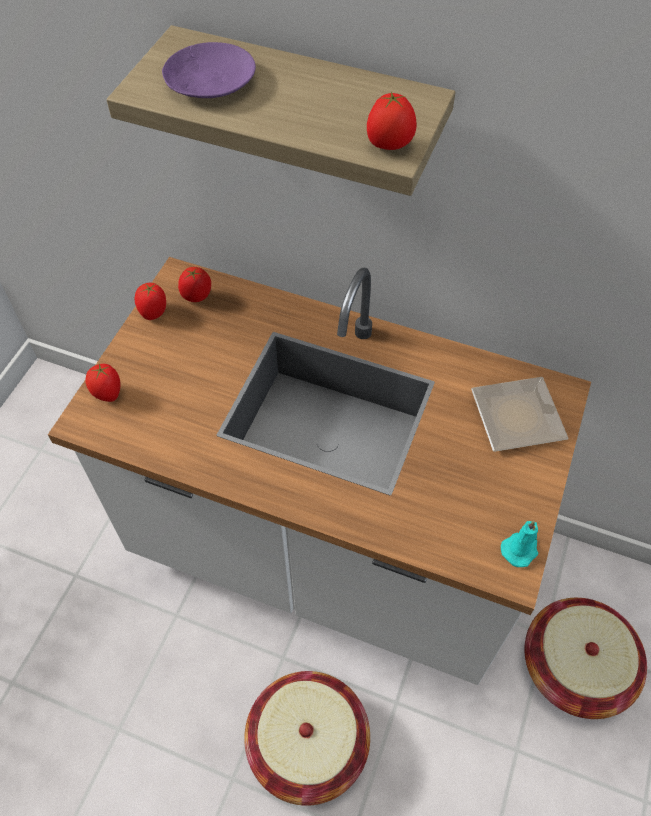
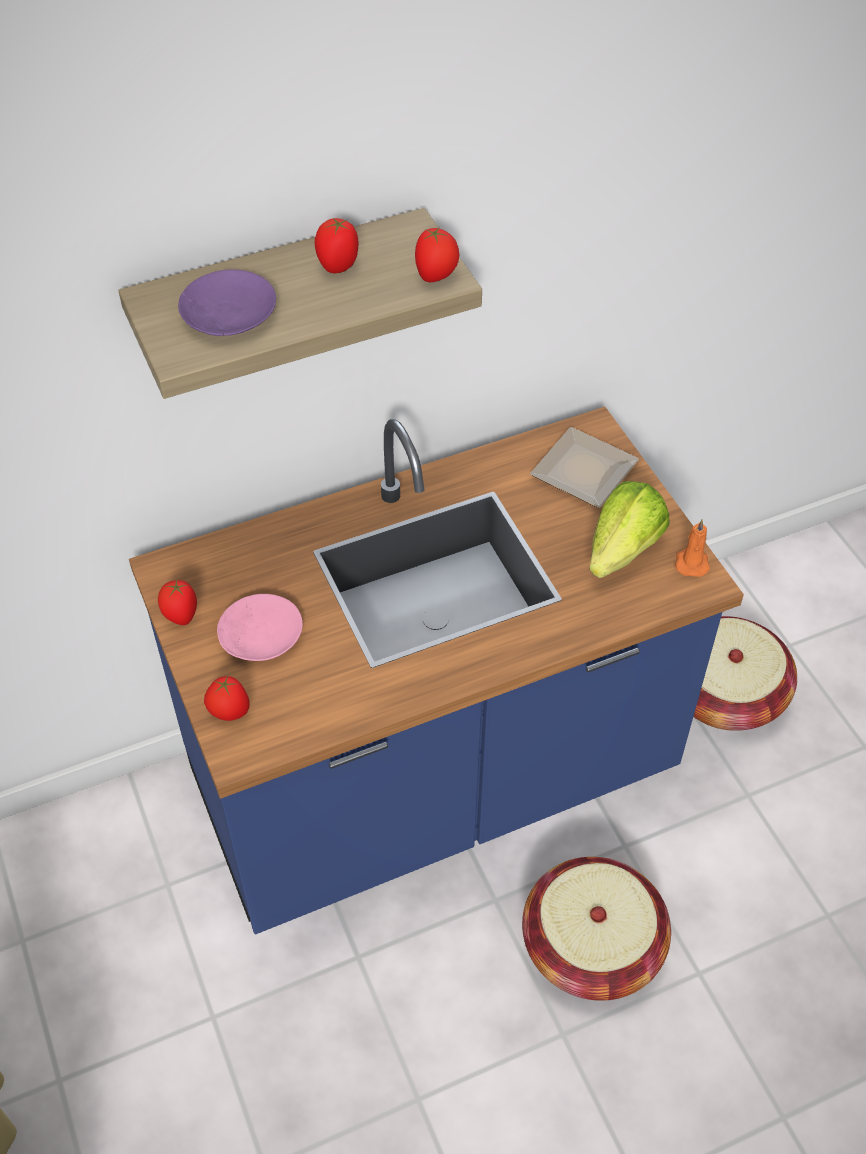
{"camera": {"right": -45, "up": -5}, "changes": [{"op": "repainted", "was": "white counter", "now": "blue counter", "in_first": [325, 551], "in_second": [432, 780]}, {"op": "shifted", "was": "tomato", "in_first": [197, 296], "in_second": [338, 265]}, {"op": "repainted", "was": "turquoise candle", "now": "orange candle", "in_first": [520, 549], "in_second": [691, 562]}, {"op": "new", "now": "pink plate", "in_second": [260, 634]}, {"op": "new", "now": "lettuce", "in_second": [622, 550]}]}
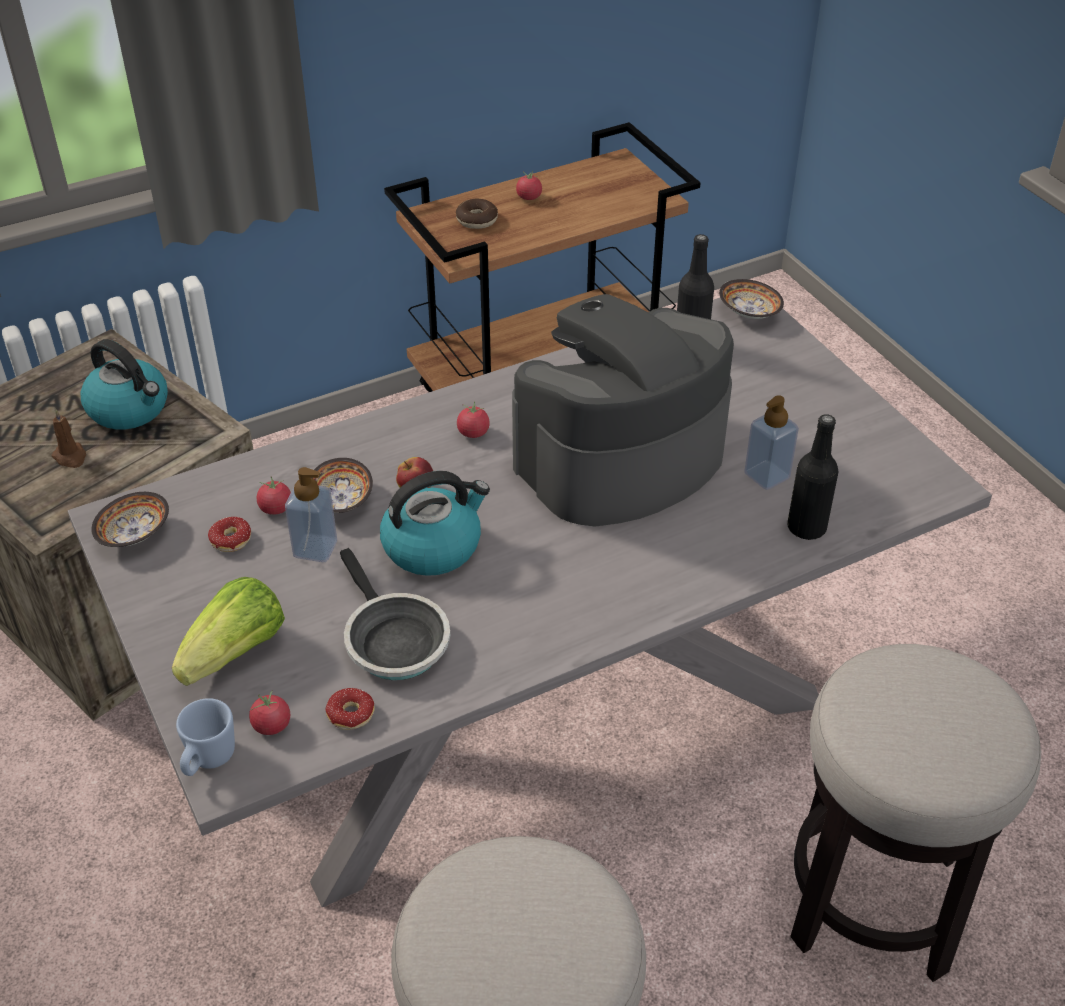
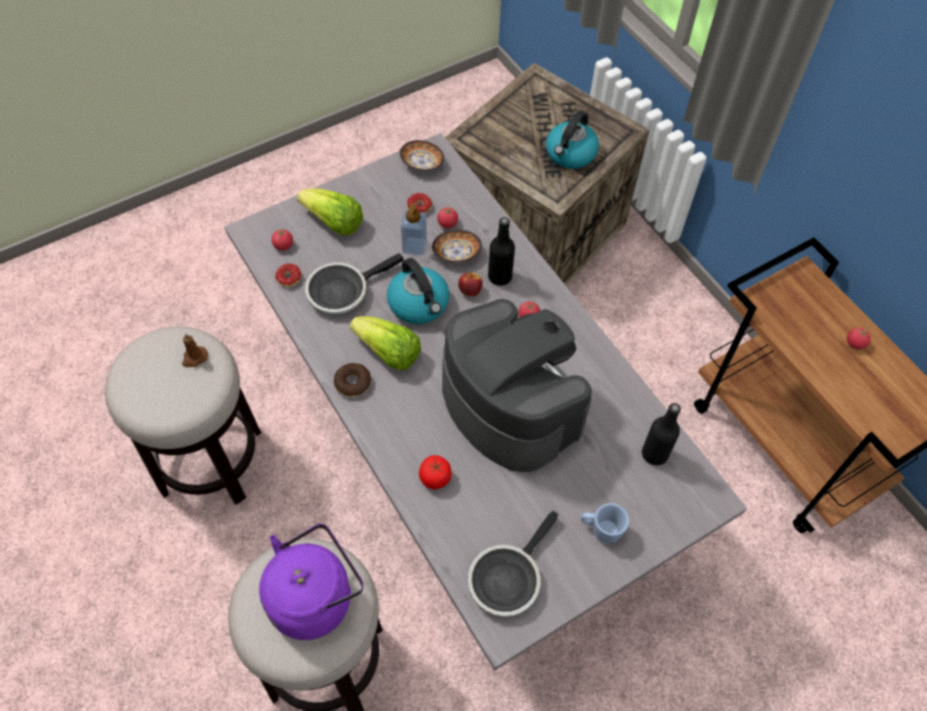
{"camera": {"right": 85, "up": 15}, "changes": [{"op": "shifted", "was": "brown candle", "in_first": [70, 457], "in_second": [194, 358]}, {"op": "shifted", "was": "blue mug", "in_first": [208, 760], "in_second": [601, 530]}, {"op": "shifted", "was": "donut", "in_first": [477, 220], "in_second": [353, 383]}, {"op": "gone", "was": "bowl", "in_first": [749, 312]}, {"op": "gone", "was": "soap dispenser", "in_first": [767, 475]}, {"op": "shifted", "was": "black bottle", "in_first": [806, 527], "in_second": [500, 277]}, {"op": "new", "now": "purple kettle", "in_second": [315, 597]}, {"op": "new", "now": "lettuce", "in_second": [388, 353]}, {"op": "new", "now": "tomato", "in_second": [435, 478]}, {"op": "new", "now": "frying pan", "in_second": [507, 578]}]}
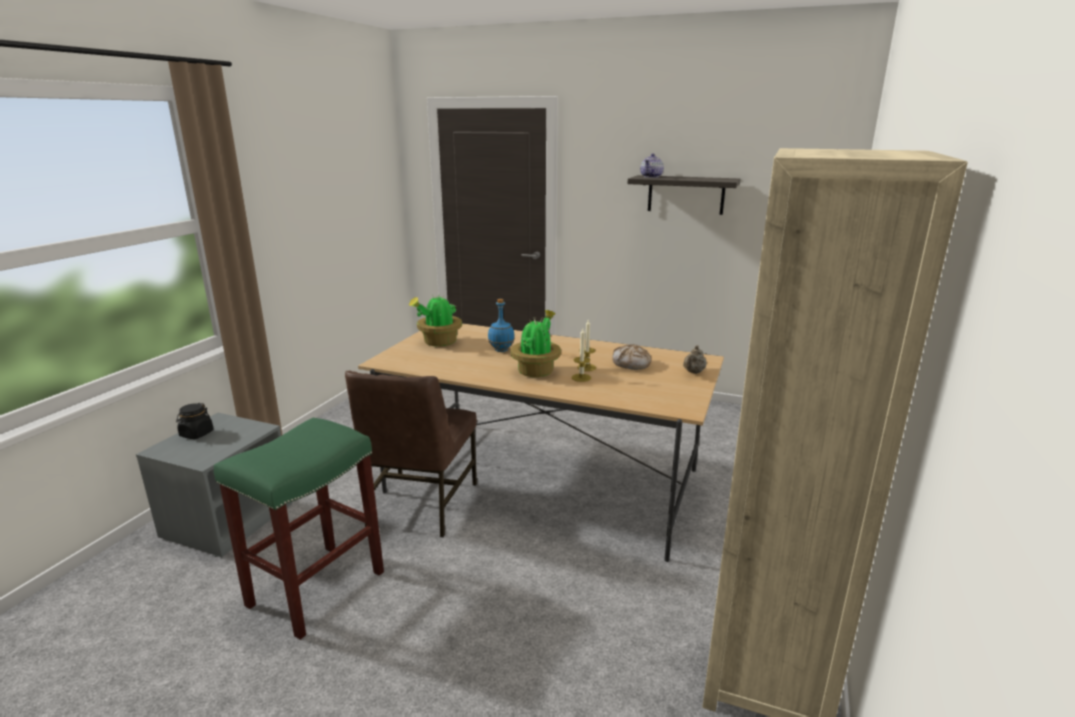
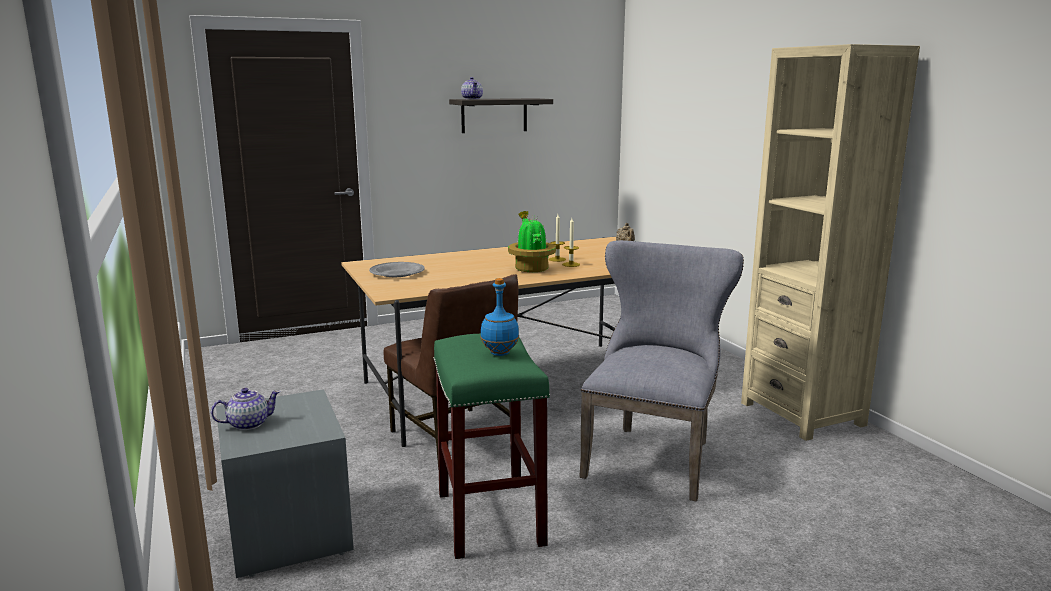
{"camera": {"right": -45, "up": -5}, "changes": [{"op": "swapped", "was": "black jar", "now": "teapot", "in_first": [196, 434], "in_second": [248, 424]}, {"op": "swapped", "was": "potted plant", "now": "grey plate", "in_first": [439, 342], "in_second": [397, 273]}, {"op": "shifted", "was": "blue bottle", "in_first": [501, 350], "in_second": [499, 353]}, {"op": "gone", "was": "bread", "in_first": [631, 364]}, {"op": "new", "now": "grey chair", "in_second": [653, 455]}]}
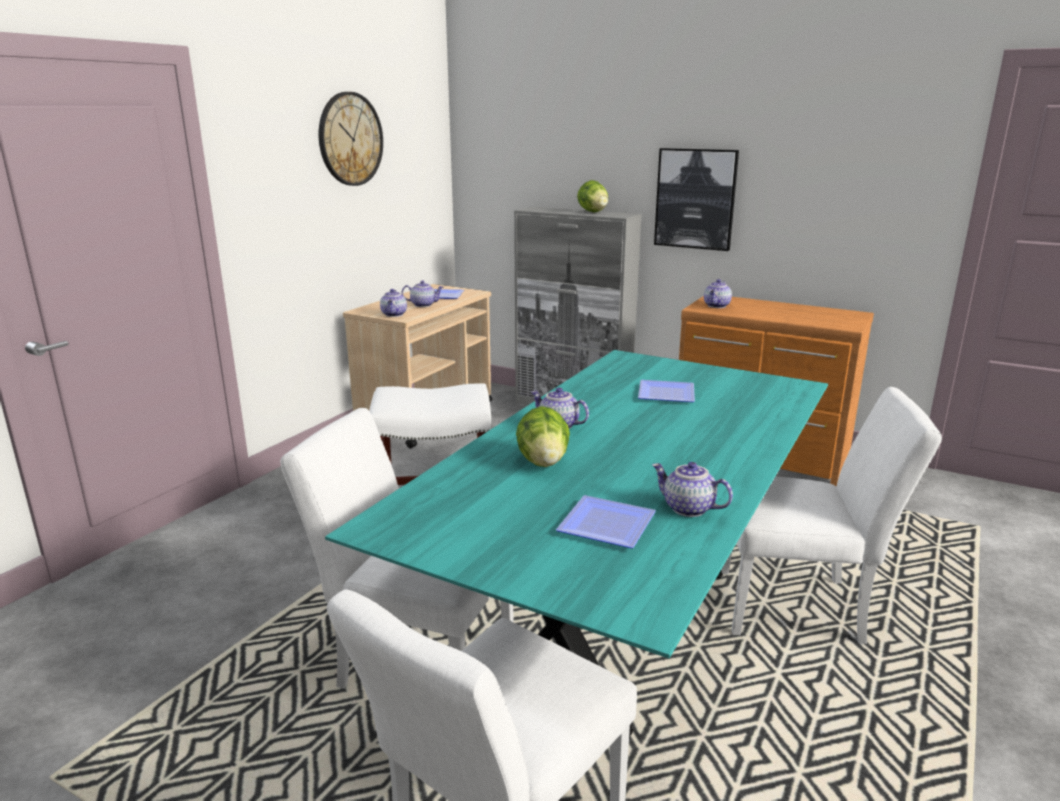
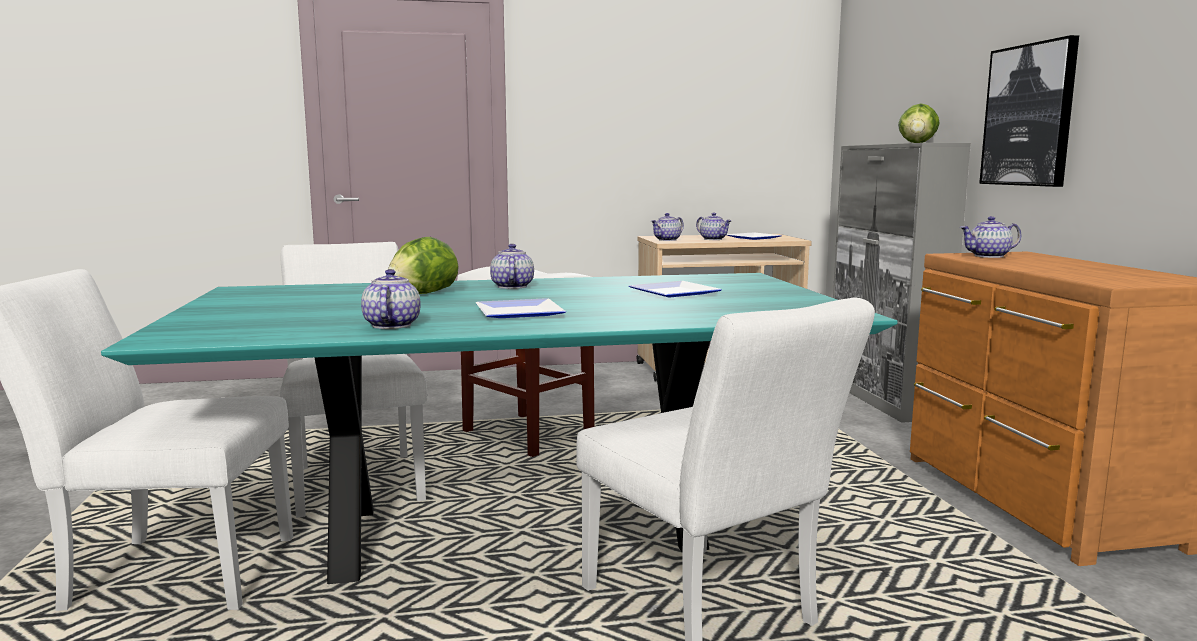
{"camera": {"right": 50, "up": -10}, "changes": [{"op": "gone", "was": "wall clock", "in_first": [350, 139]}, {"op": "shifted", "was": "plate", "in_first": [608, 527], "in_second": [517, 313]}]}
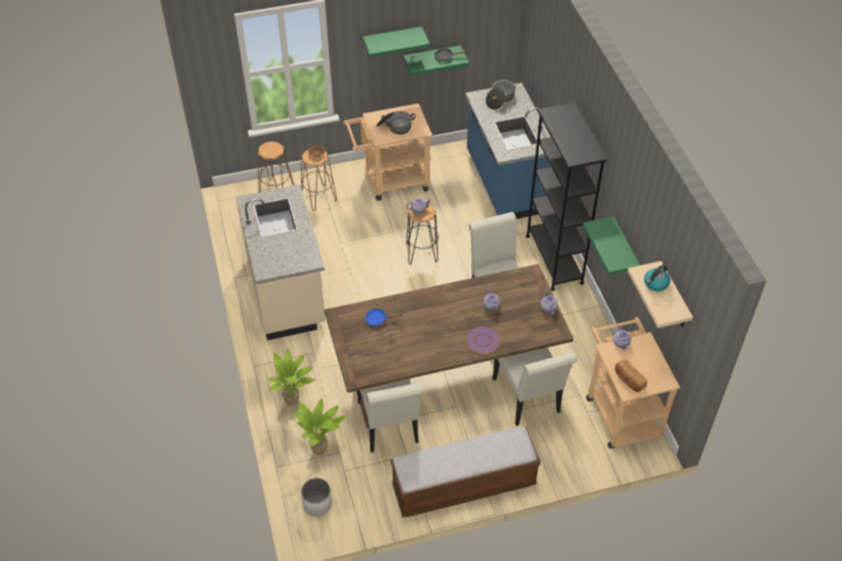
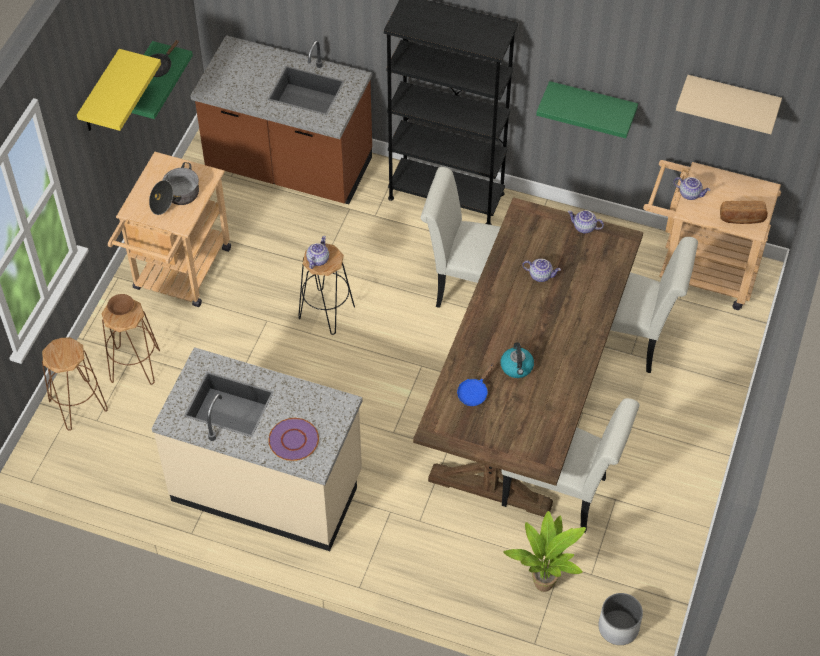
{"camera": {"right": -55, "up": 5}, "changes": [{"op": "gone", "was": "potted plant", "in_first": [294, 401]}, {"op": "repainted", "was": "green shelf", "now": "yellow shelf", "in_first": [392, 41], "in_second": [100, 94]}, {"op": "gone", "was": "bench", "in_first": [463, 486]}, {"op": "repainted", "was": "blue counter", "now": "brown counter", "in_first": [505, 183], "in_second": [289, 167]}, {"op": "shifted", "was": "purple plate", "in_first": [482, 341], "in_second": [293, 440]}, {"op": "gone", "was": "cooking pot", "in_first": [500, 99]}, {"op": "shifted", "was": "kettle", "in_first": [655, 284], "in_second": [517, 367]}]}
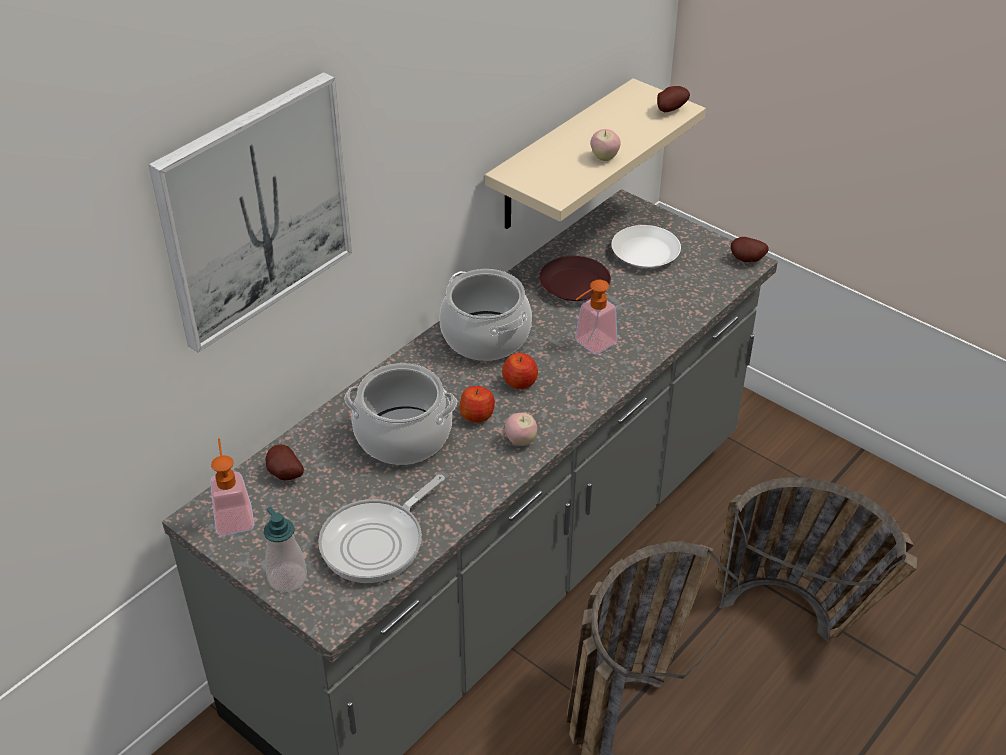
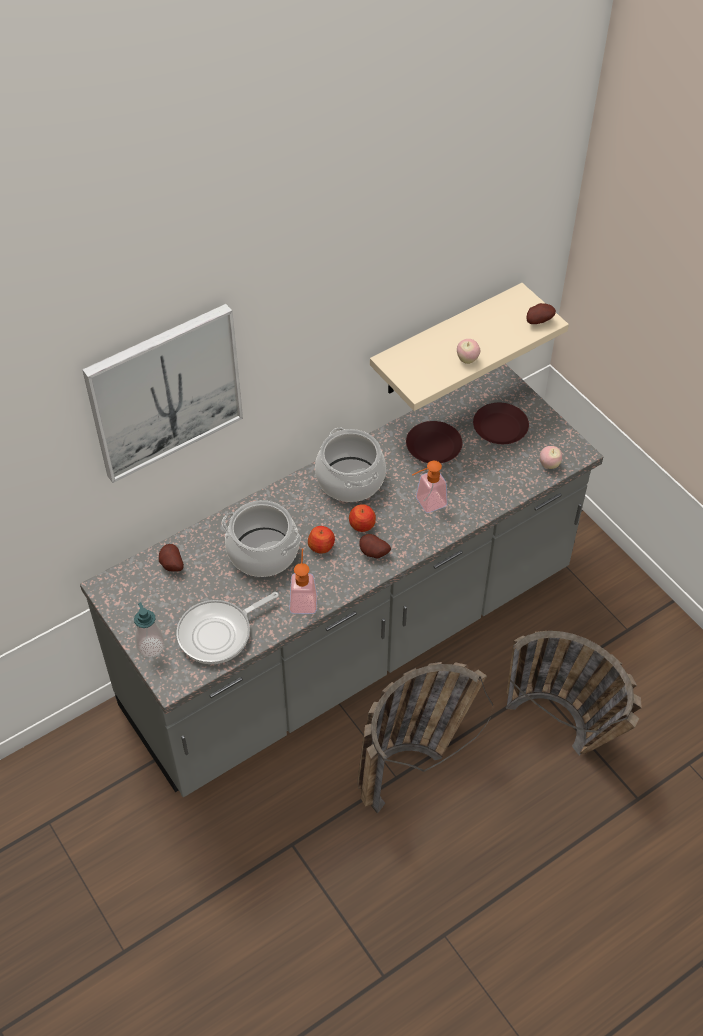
{"camera": {"right": 15, "up": 10}, "changes": [{"op": "shifted", "was": "soap dispenser", "in_first": [233, 515], "in_second": [303, 599]}, {"op": "shifted", "was": "apple", "in_first": [520, 441], "in_second": [549, 465]}, {"op": "repainted", "was": "white plate", "now": "brown plate", "in_first": [646, 253], "in_second": [500, 428]}, {"op": "shifted", "was": "potato", "in_first": [747, 260], "in_second": [373, 554]}]}
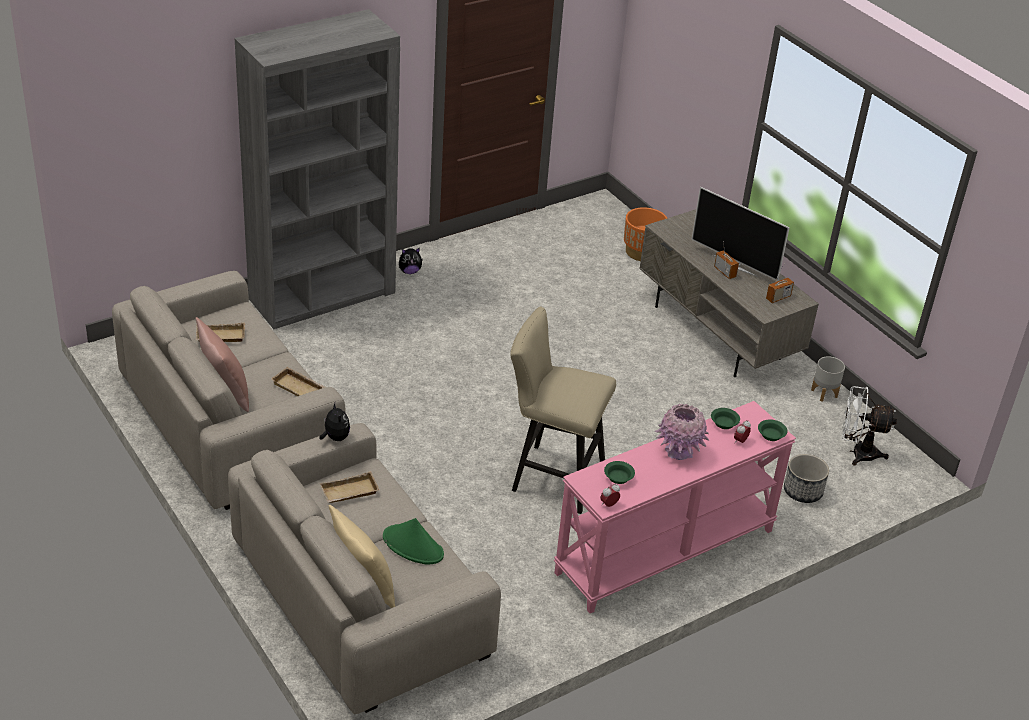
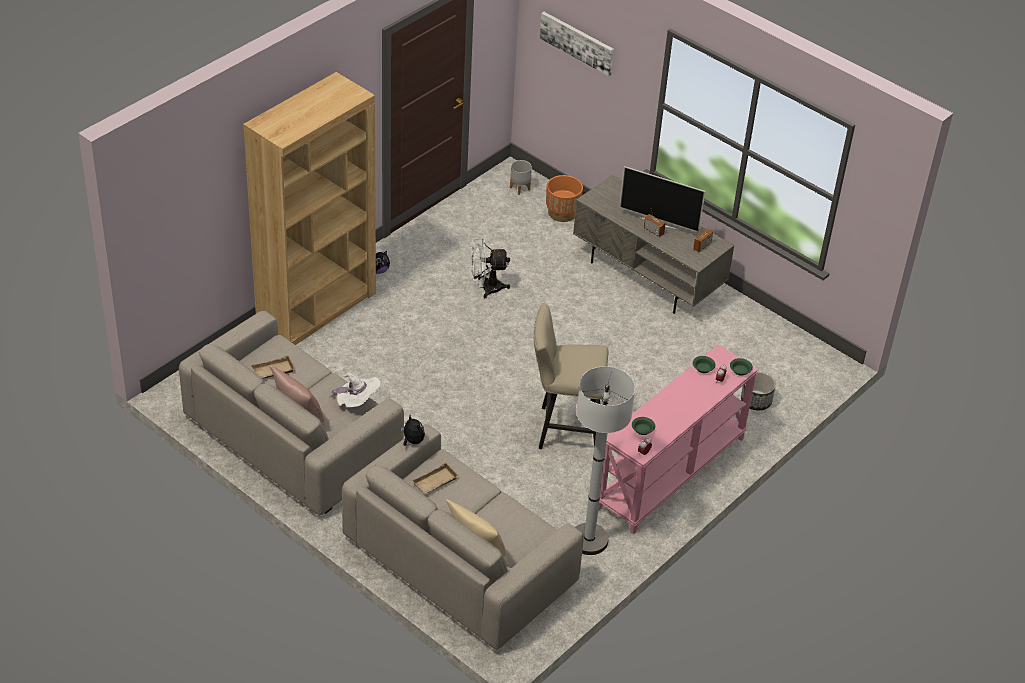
{"camera": {"right": -15, "up": 5}, "changes": [{"op": "repainted", "was": "grey bookcase", "now": "brown bookcase", "in_first": [323, 295], "in_second": [317, 308]}, {"op": "swapped", "was": "beige tray", "now": "white hat", "in_first": [299, 387], "in_second": [357, 402]}, {"op": "gone", "was": "green hat", "in_first": [413, 546]}, {"op": "gone", "was": "pink vase", "in_first": [679, 452]}, {"op": "shifted", "was": "grey planter", "in_first": [824, 393], "in_second": [520, 188]}, {"op": "shifted", "was": "white fan", "in_first": [857, 453], "in_second": [486, 288]}, {"op": "new", "now": "picture", "in_second": [577, 42]}, {"op": "new", "now": "white floor lamp", "in_second": [589, 540]}]}
